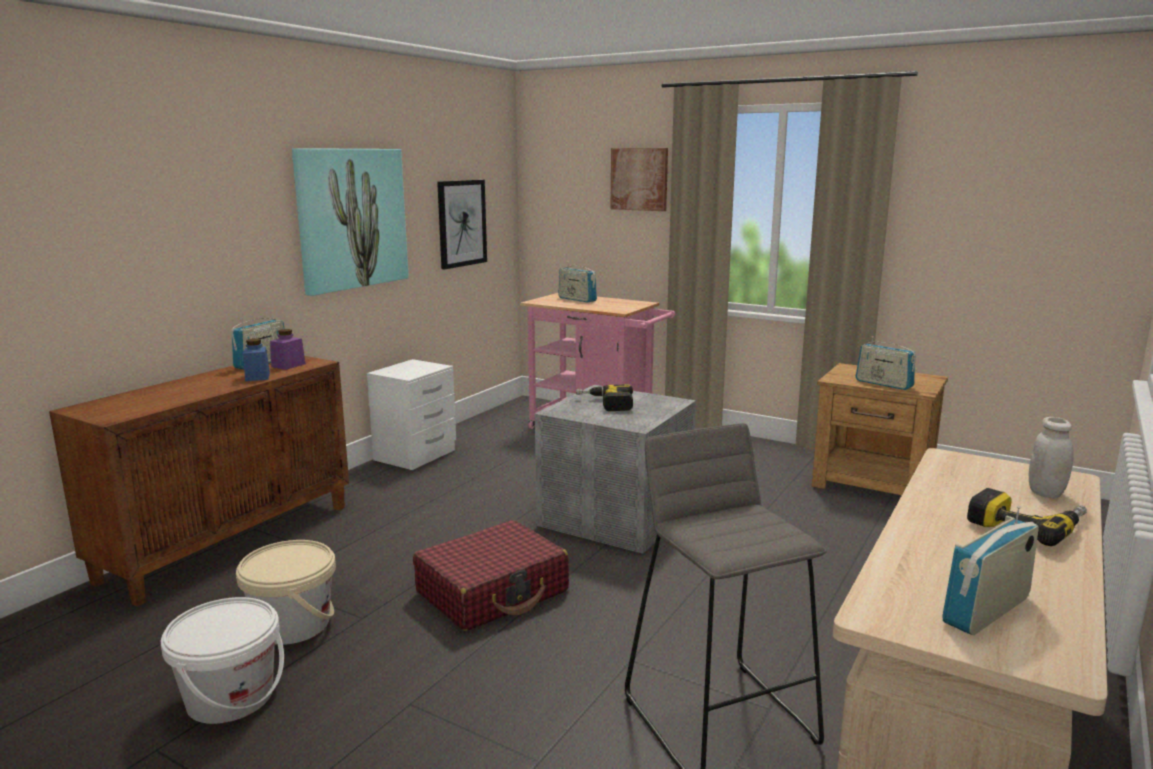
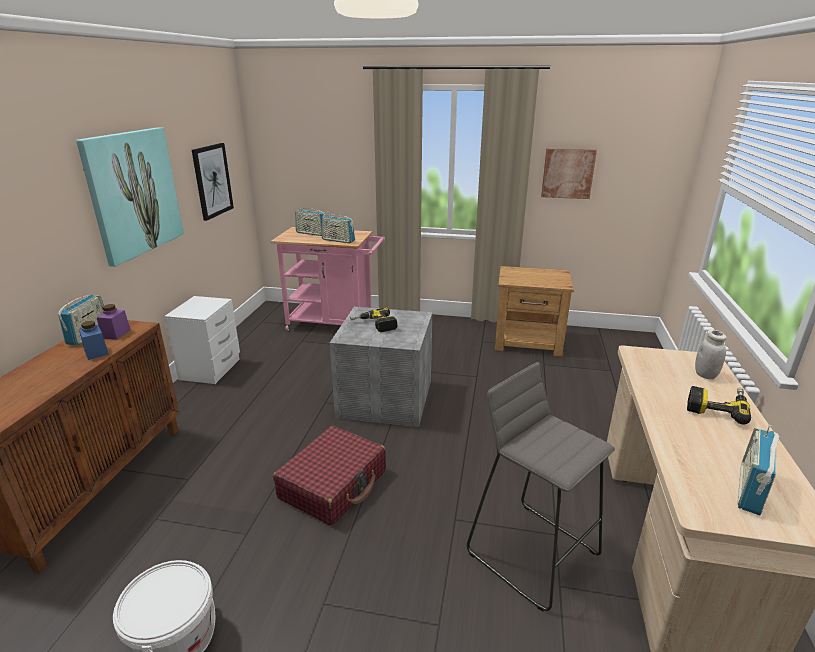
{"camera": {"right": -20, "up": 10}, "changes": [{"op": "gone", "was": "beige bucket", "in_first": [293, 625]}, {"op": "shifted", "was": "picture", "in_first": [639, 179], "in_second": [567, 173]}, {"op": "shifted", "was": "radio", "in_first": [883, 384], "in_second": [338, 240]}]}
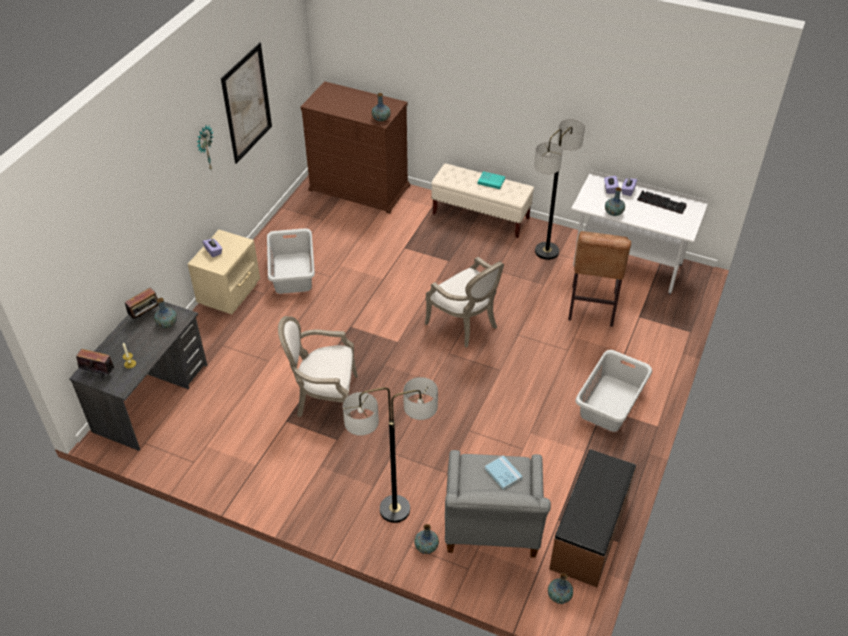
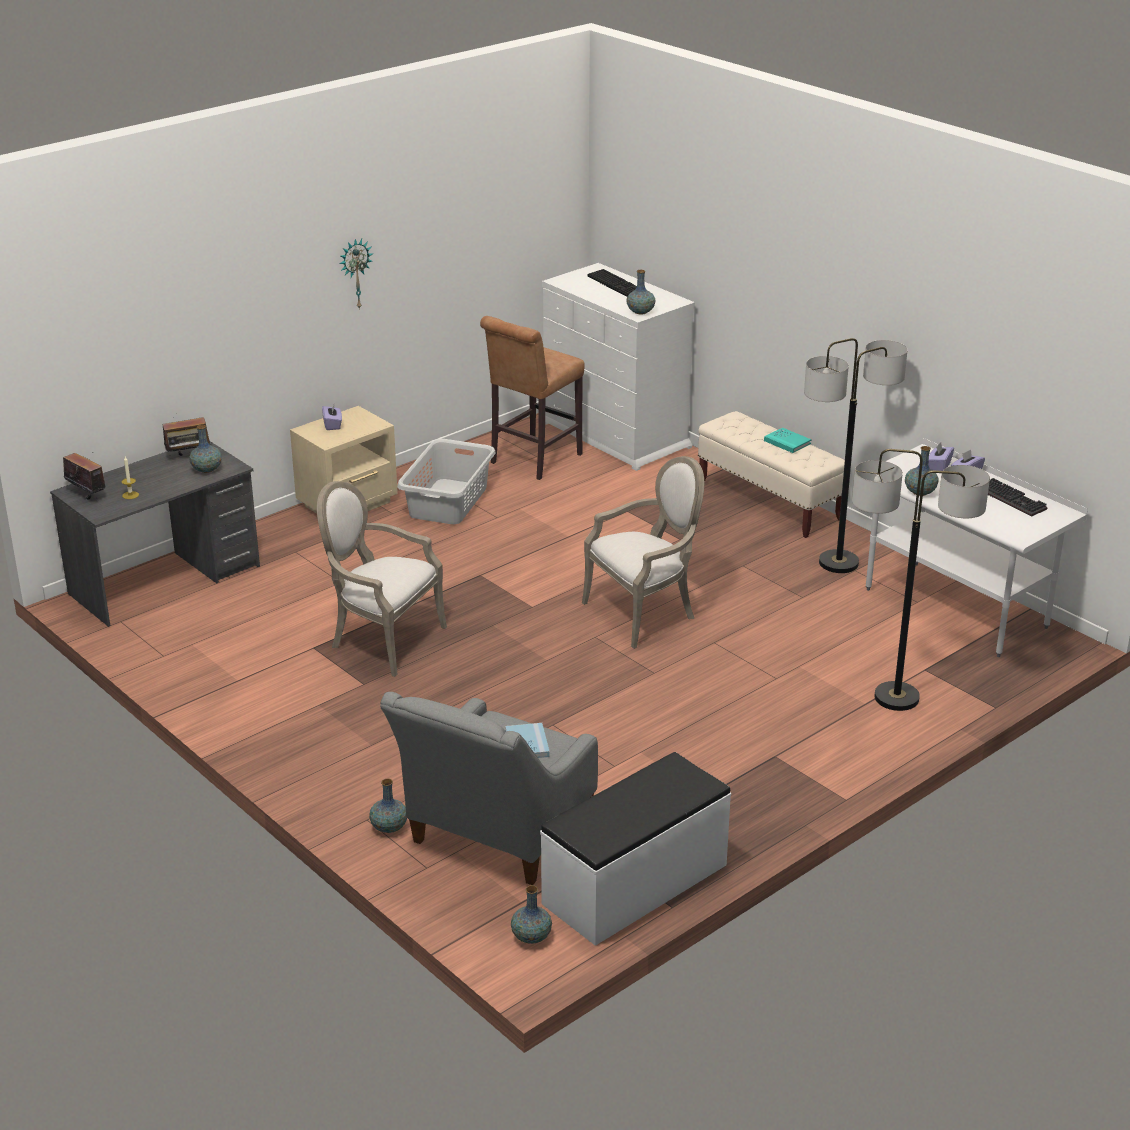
{"camera": {"right": 25, "up": -15}, "changes": [{"op": "gone", "was": "picture", "in_first": [247, 103]}, {"op": "repainted", "was": "brown dresser", "now": "white dresser", "in_first": [359, 188], "in_second": [616, 435]}, {"op": "shifted", "was": "floor lamp", "in_first": [395, 509], "in_second": [897, 698]}, {"op": "rotated", "was": "armchair", "in_first": [466, 325], "in_second": [645, 613], "clockwise": -105}, {"op": "repainted", "was": "brown bench", "now": "white bench", "in_first": [590, 533], "in_second": [636, 885]}, {"op": "shifted", "was": "brown stool", "in_first": [591, 308], "in_second": [532, 460]}, {"op": "gone", "was": "grey laundry basket", "in_first": [611, 403]}, {"op": "new", "now": "keyboard", "in_second": [616, 284]}]}
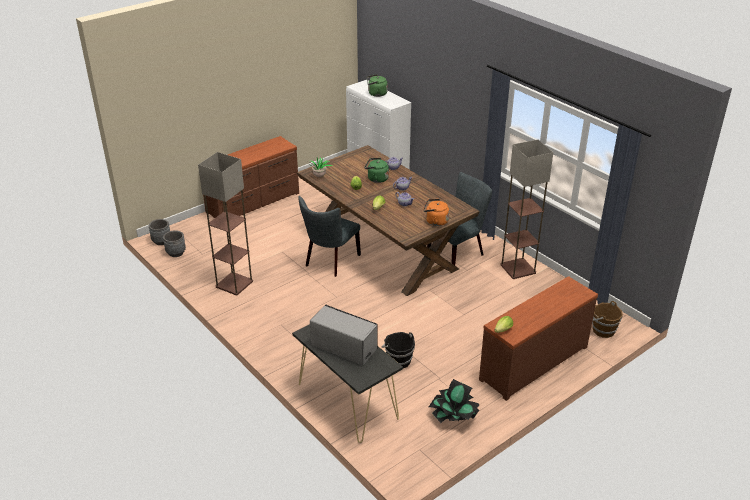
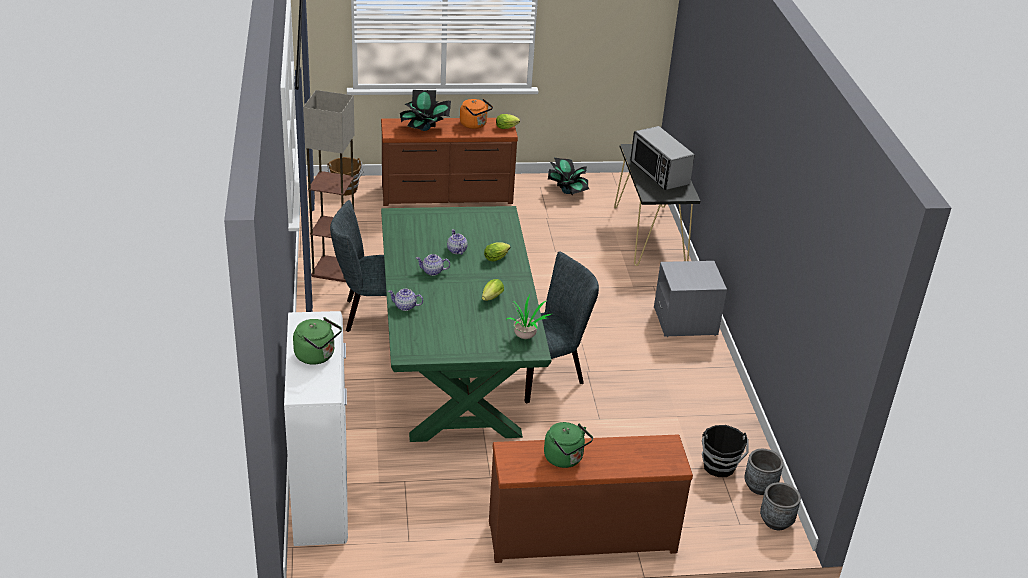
{"camera": {"right": -150, "up": 0}, "changes": [{"op": "gone", "was": "floor lamp", "in_first": [234, 283]}, {"op": "repainted", "was": "brown dining table", "now": "green dining table", "in_first": [383, 247], "in_second": [457, 363]}, {"op": "shifted", "was": "green kettle", "in_first": [376, 179], "in_second": [565, 459]}, {"op": "shifted", "was": "black bucket", "in_first": [398, 360], "in_second": [719, 467]}, {"op": "shifted", "was": "orange kettle", "in_first": [435, 221], "in_second": [474, 125]}, {"op": "new", "now": "potted plant", "in_second": [425, 128]}, {"op": "new", "now": "grey nightstand", "in_second": [685, 321]}]}
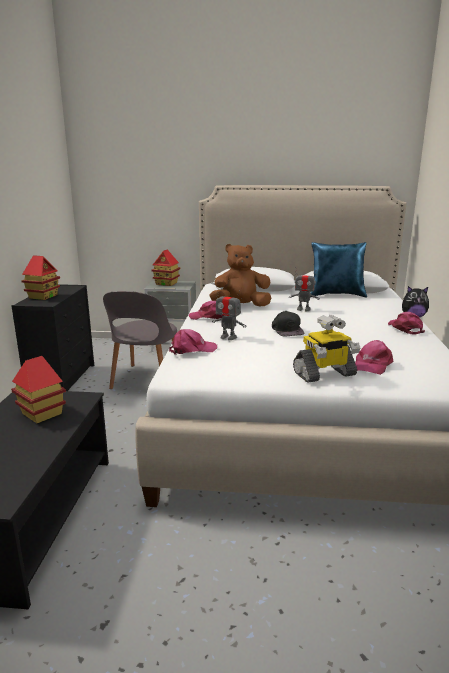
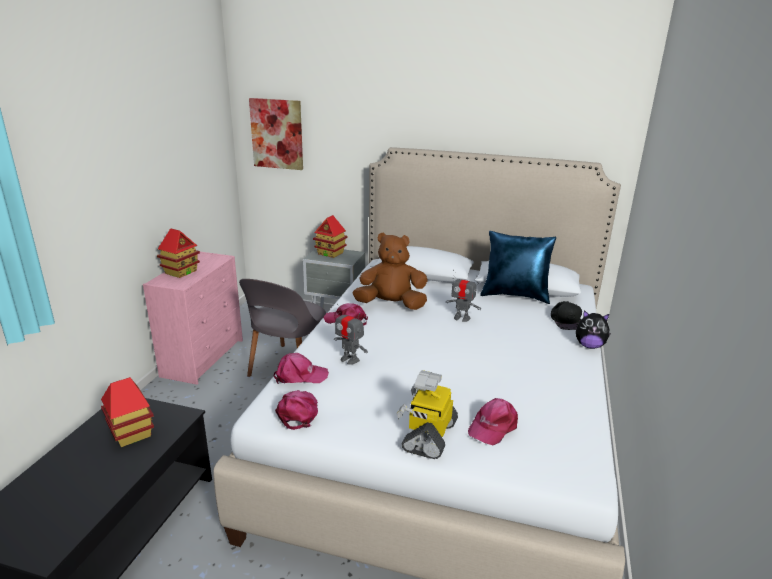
{"camera": {"right": 10, "up": 5}, "changes": [{"op": "repainted", "was": "black dresser", "now": "pink dresser", "in_first": [62, 380], "in_second": [203, 357]}, {"op": "shifted", "was": "black cap", "in_first": [287, 330], "in_second": [566, 320]}, {"op": "rotated", "was": "toy robot", "in_first": [324, 374], "in_second": [428, 436], "clockwise": 120}, {"op": "shifted", "was": "pink cap", "in_first": [405, 328], "in_second": [298, 412]}, {"op": "new", "now": "picture", "in_second": [277, 134]}]}
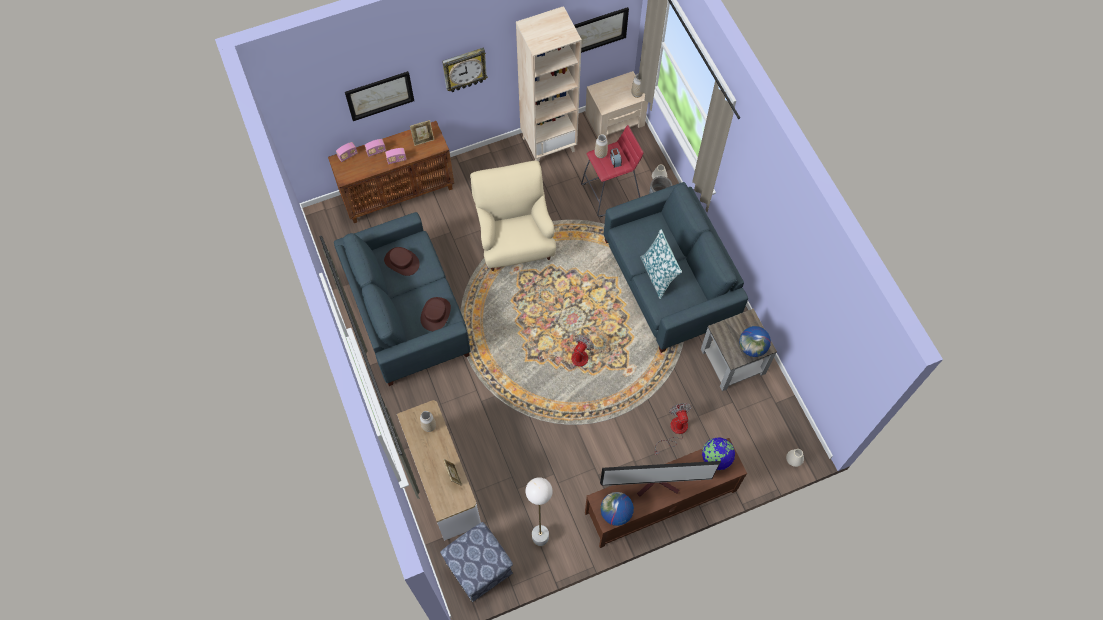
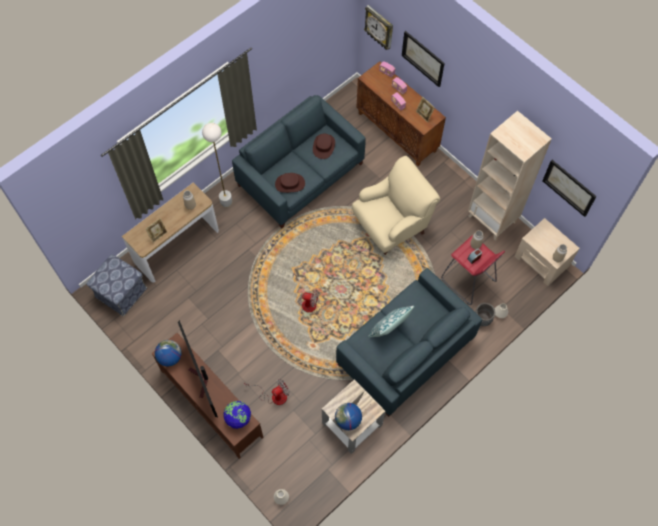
{"camera": {"right": 70, "up": 0}, "changes": [{"op": "shifted", "was": "wall clock", "in_first": [464, 69], "in_second": [379, 28]}, {"op": "shifted", "was": "white floor lamp", "in_first": [540, 537], "in_second": [226, 201]}]}
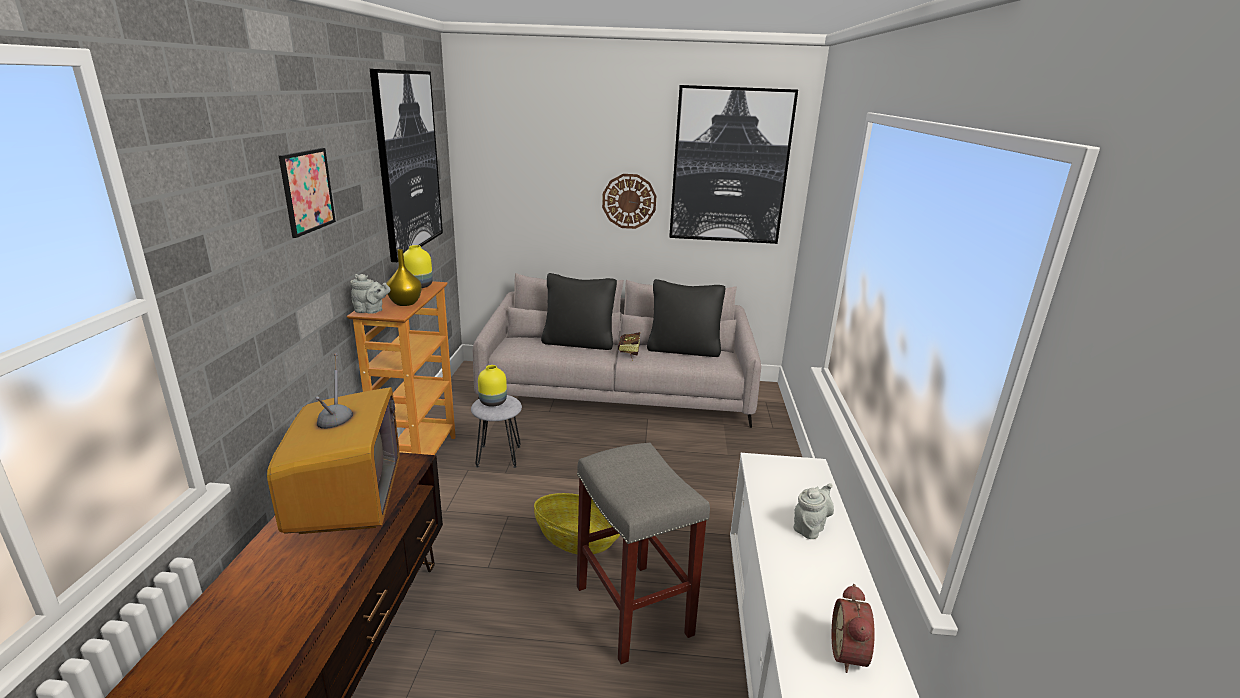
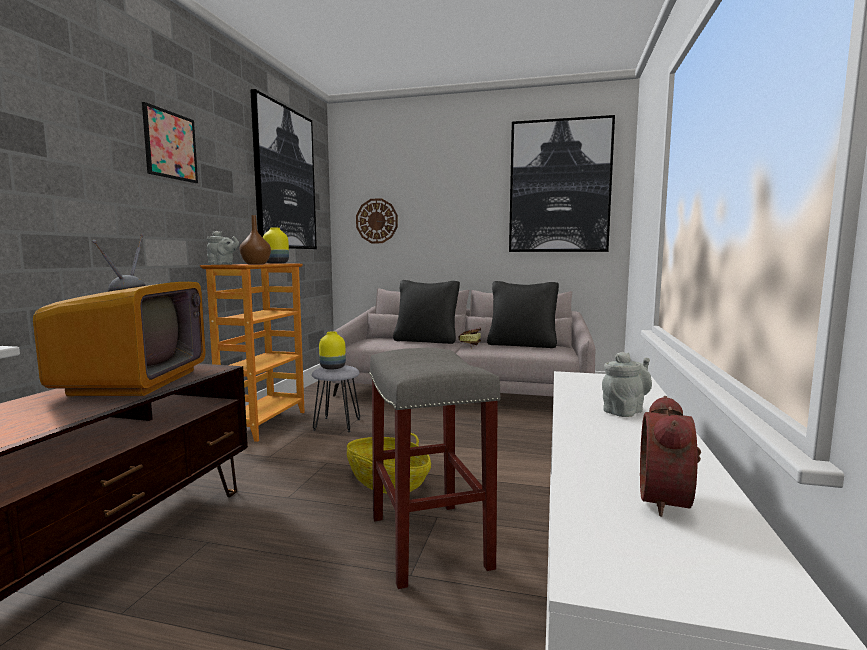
{"camera": {"right": 10, "up": -15}, "changes": [{"op": "repainted", "was": "yellow vase", "now": "brown vase", "in_first": [406, 303], "in_second": [256, 264]}, {"op": "shifted", "was": "wall clock", "in_first": [629, 201], "in_second": [377, 221]}]}
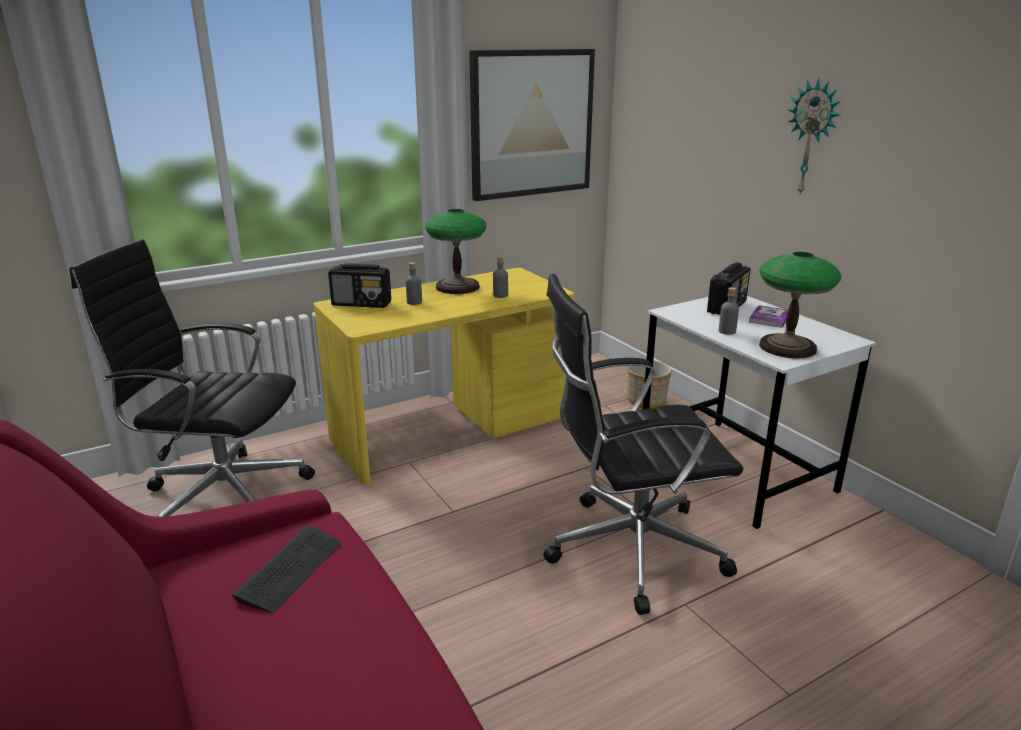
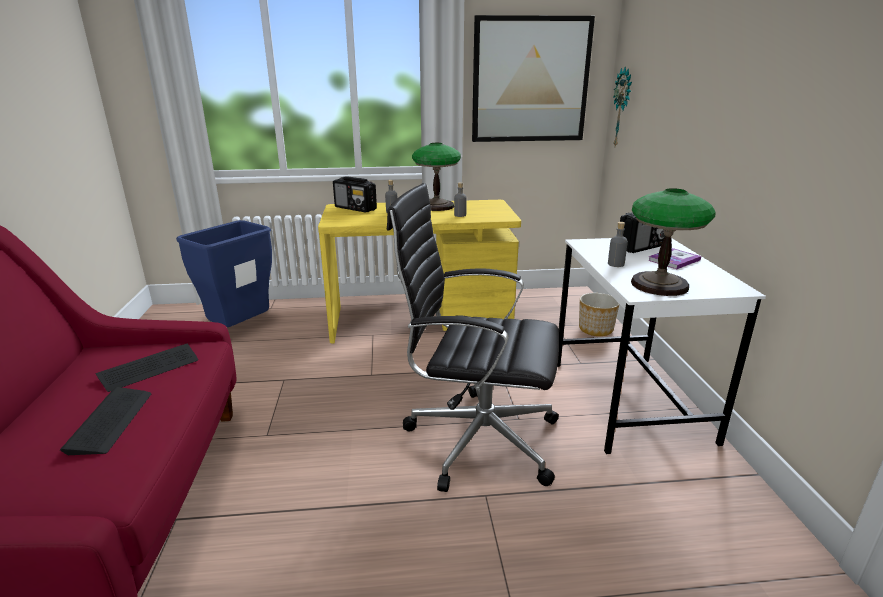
{"camera": {"right": 25, "up": 0}, "changes": [{"op": "swapped", "was": "black office chair", "now": "blue trash can", "in_first": [222, 495], "in_second": [241, 329]}, {"op": "shifted", "was": "wall clock", "in_first": [812, 138], "in_second": [623, 108]}, {"op": "new", "now": "keyboard", "in_second": [110, 421]}]}
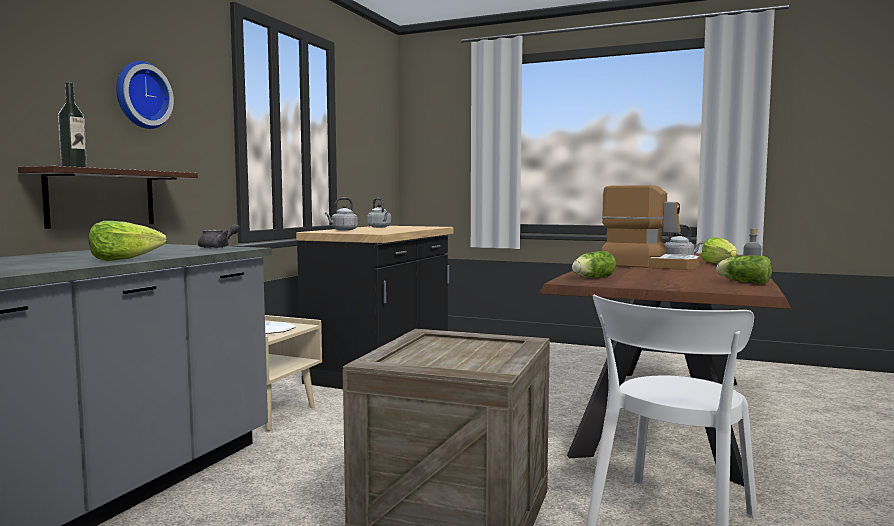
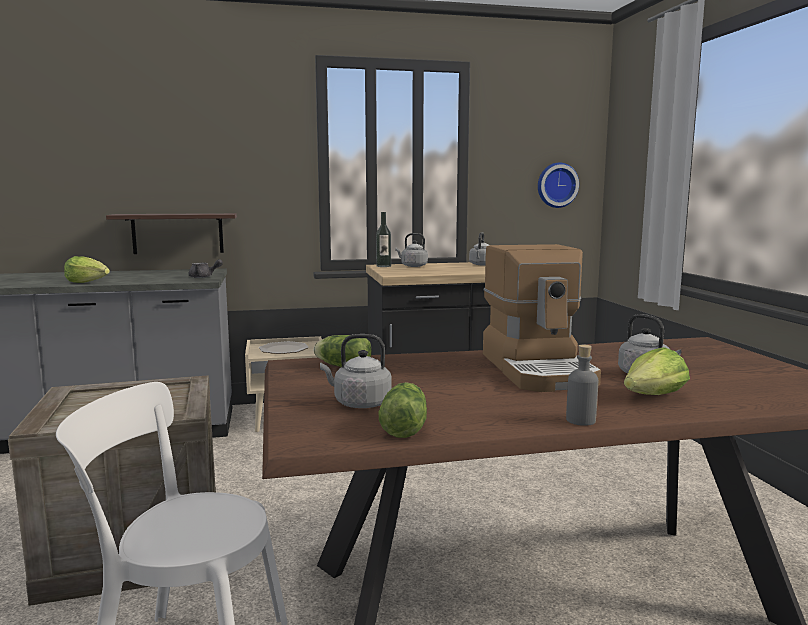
{"camera": {"right": 55, "up": 5}, "changes": [{"op": "shifted", "was": "bottle", "in_first": [74, 167], "in_second": [383, 266]}, {"op": "shifted", "was": "wall clock", "in_first": [141, 95], "in_second": [556, 185]}, {"op": "new", "now": "grey kettle", "in_second": [359, 403]}]}
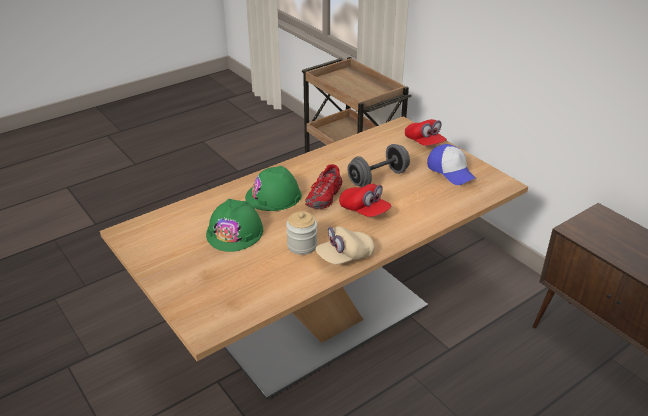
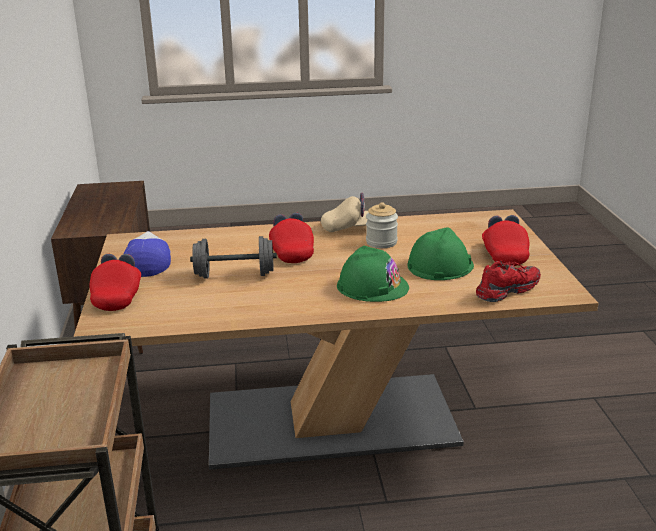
{"camera": {"right": -150, "up": -10}, "changes": [{"op": "shifted", "was": "red shoe", "in_first": [324, 197], "in_second": [507, 292]}, {"op": "new", "now": "red cap", "in_second": [504, 255]}]}
